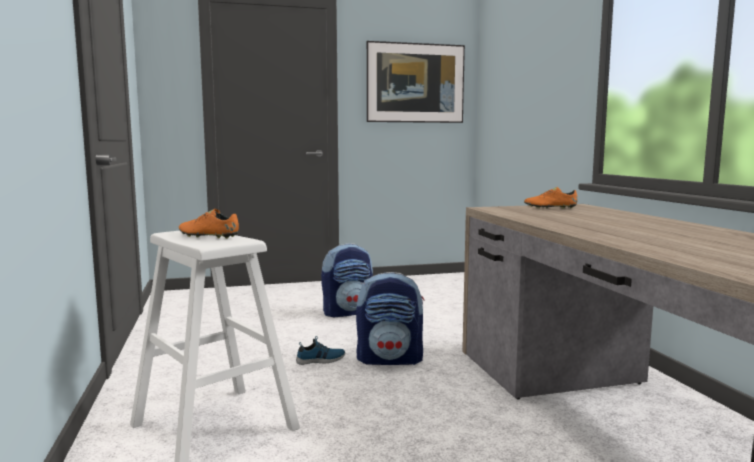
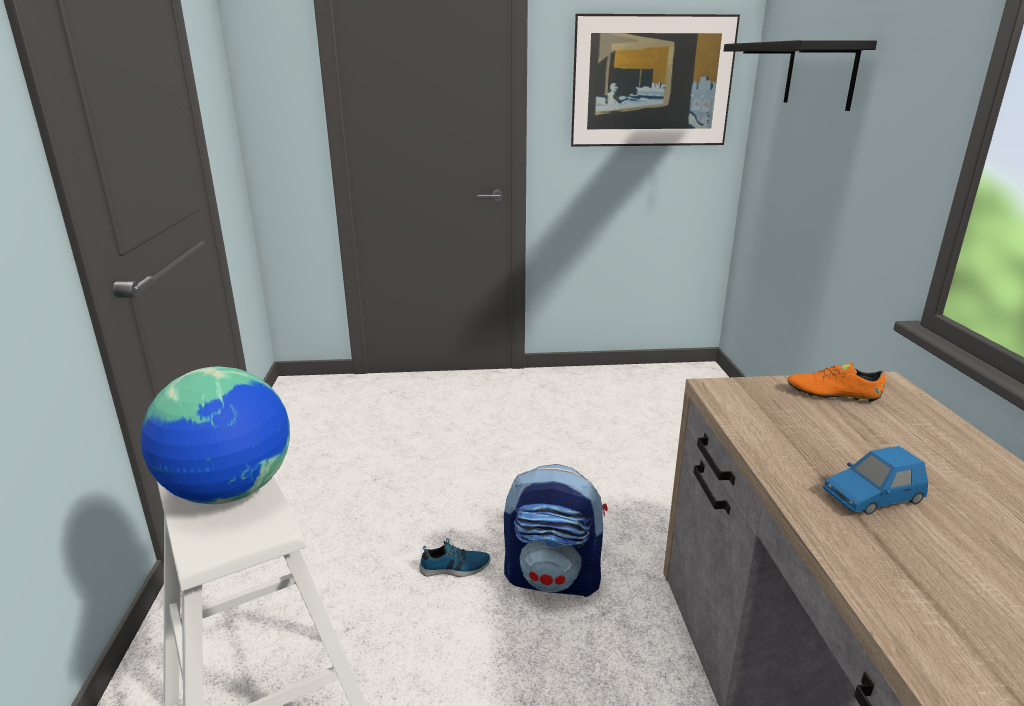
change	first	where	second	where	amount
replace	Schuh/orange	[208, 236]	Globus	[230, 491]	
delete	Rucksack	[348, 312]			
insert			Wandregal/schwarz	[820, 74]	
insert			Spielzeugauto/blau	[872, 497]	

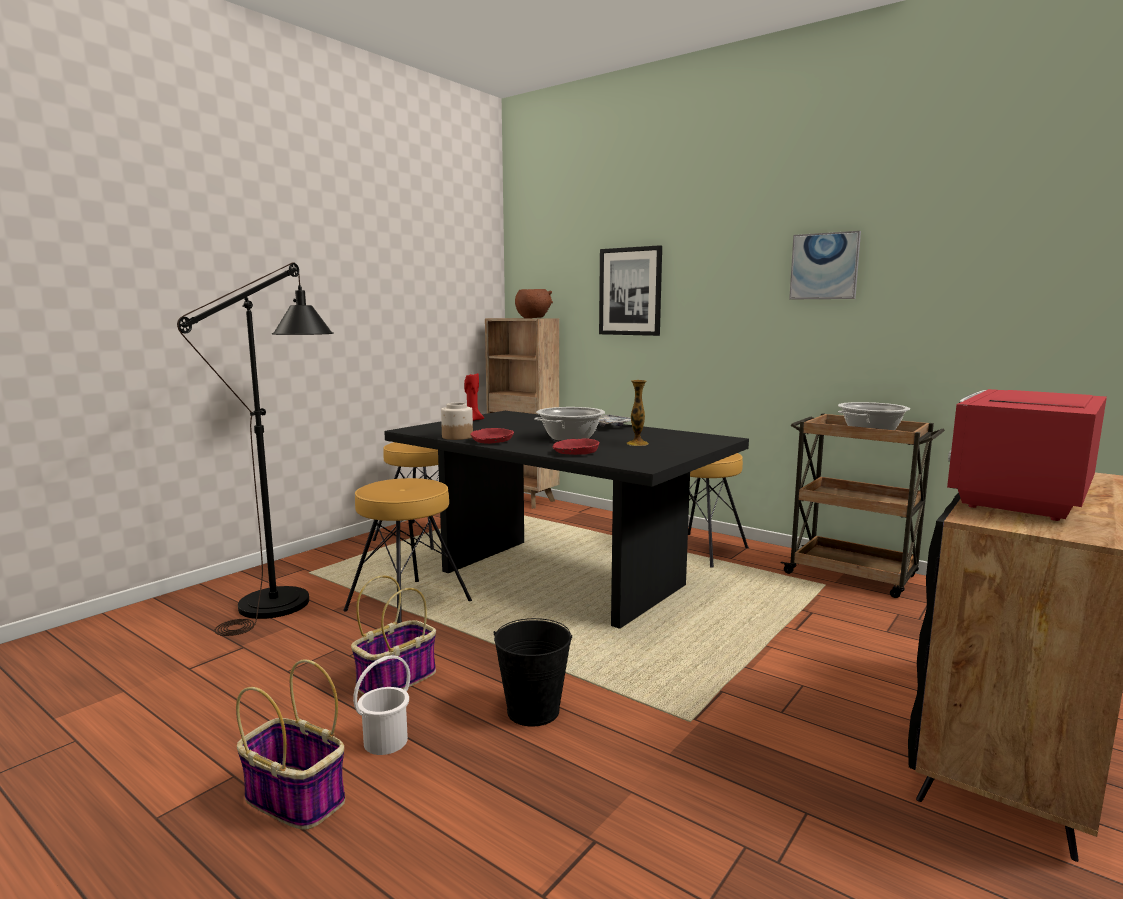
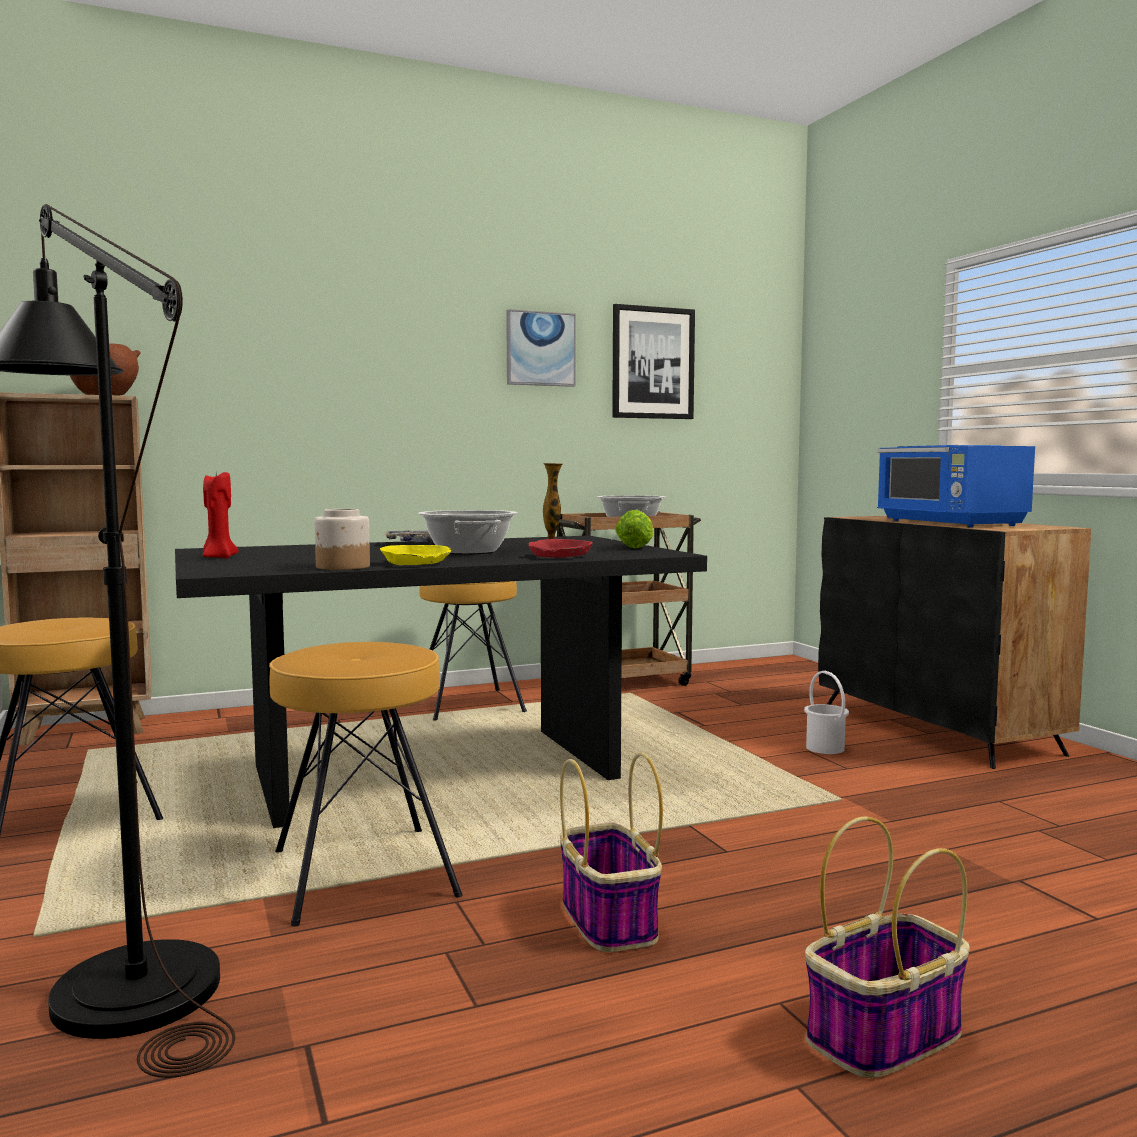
change	first	where	second	where	amount
move	Bild	[630, 291]		[652, 363]	
recolor	Mikrowelle/rot	[1018, 497]	Mikrowelle/blau	[950, 523]	
recolor	Schüssel/rot	[492, 441]	Schüssel/gelb	[416, 563]	
delete	Eimer/schwarz	[533, 711]			
move	Eimer/weiß	[385, 741]		[824, 748]	
insert			Salatkopf	[636, 547]	

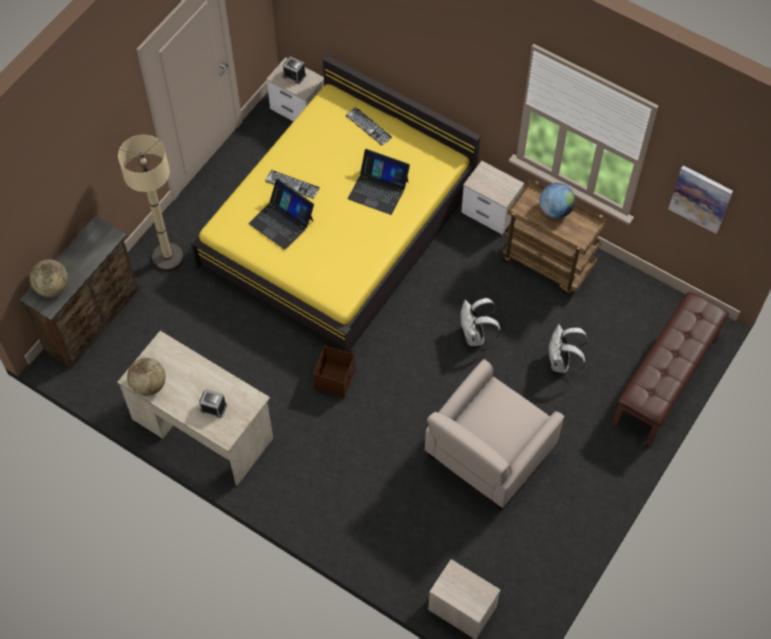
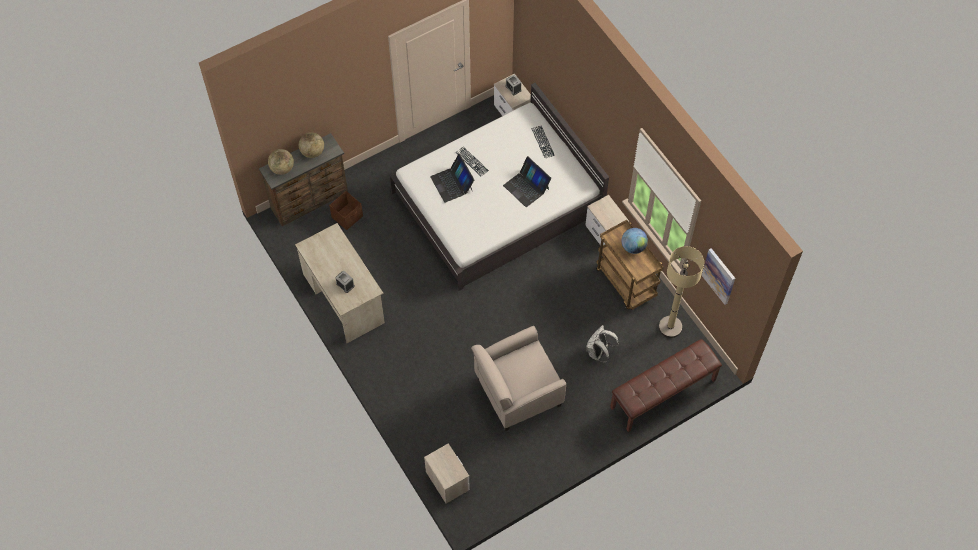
change	first	where	second	where	amount
recolor	Bett/gelb	[338, 227]	Bett/weiß	[498, 202]	
move	Stehlampe/beige	[168, 257]		[670, 327]	
delete	Rucksack/weiß	[475, 336]			
move	Aufbewahrungsbox/braun	[335, 379]		[347, 217]	
move	Globus	[149, 385]		[312, 152]	

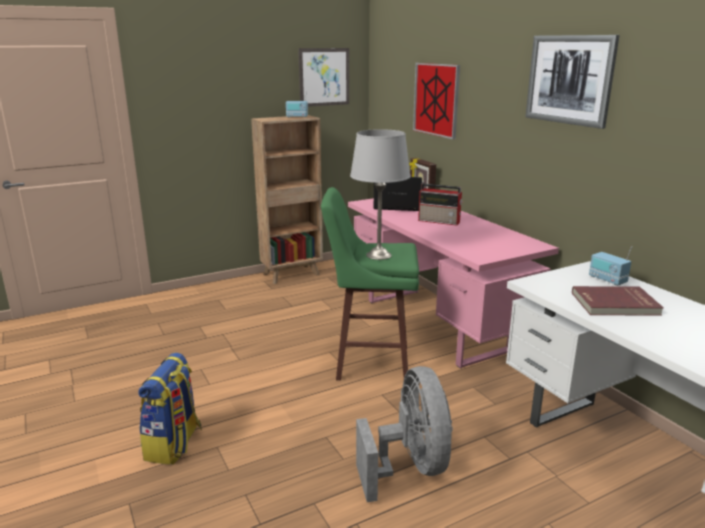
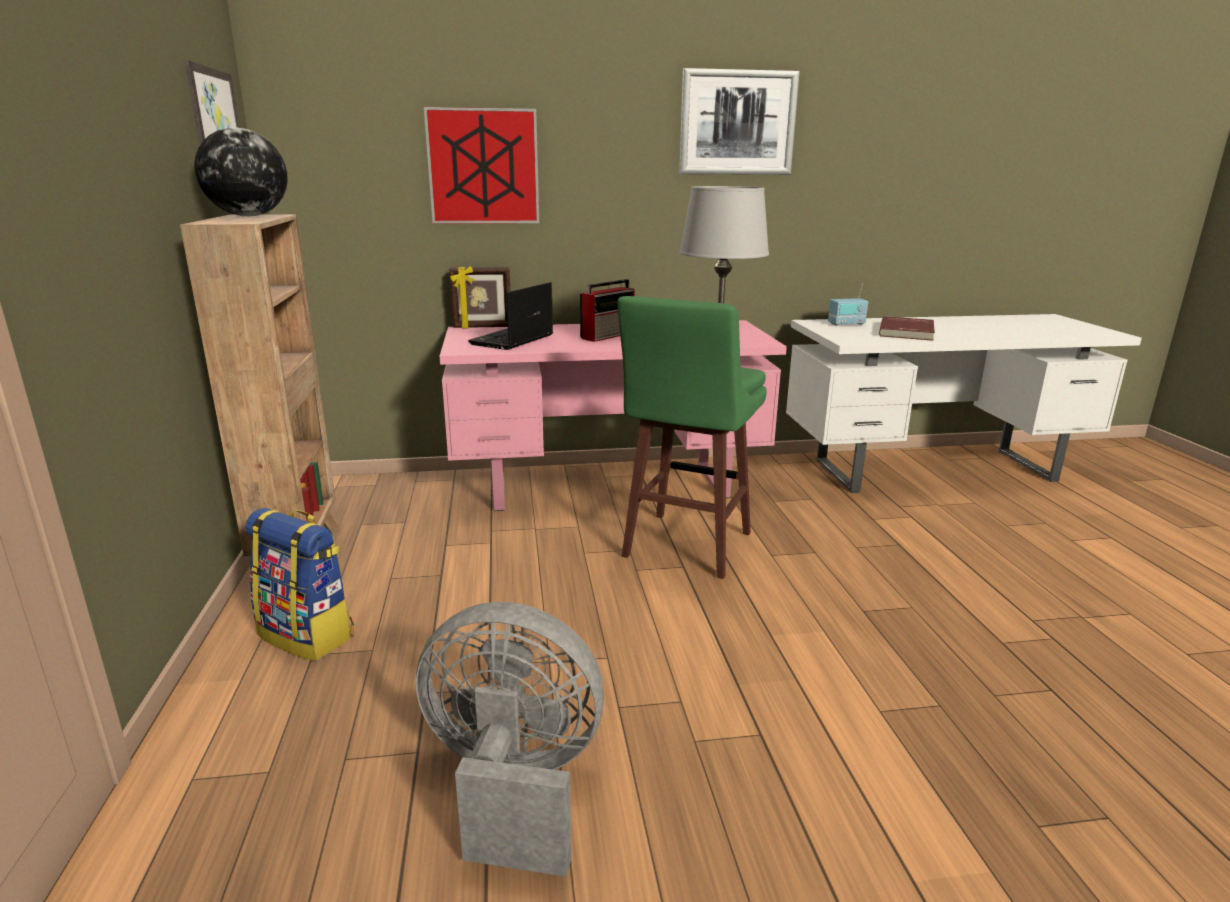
change	first	where	second	where	amount
replace	Radio	[297, 117]	Globus	[249, 216]	
move	Rucksack	[174, 444]		[308, 635]	
move	Ventilator/grau	[410, 467]		[513, 785]	

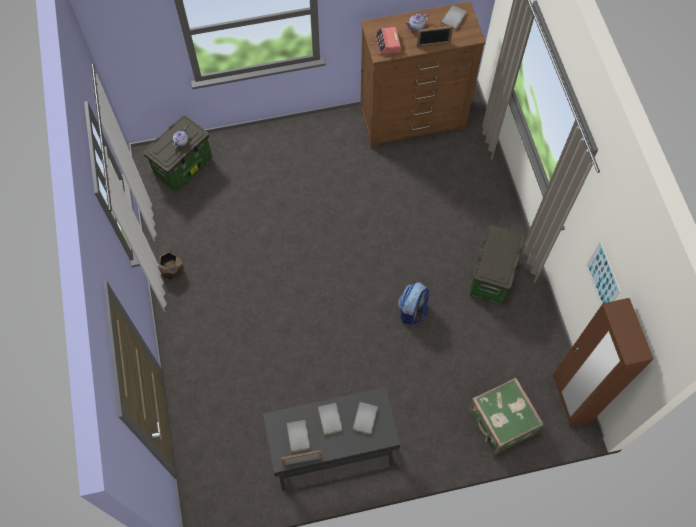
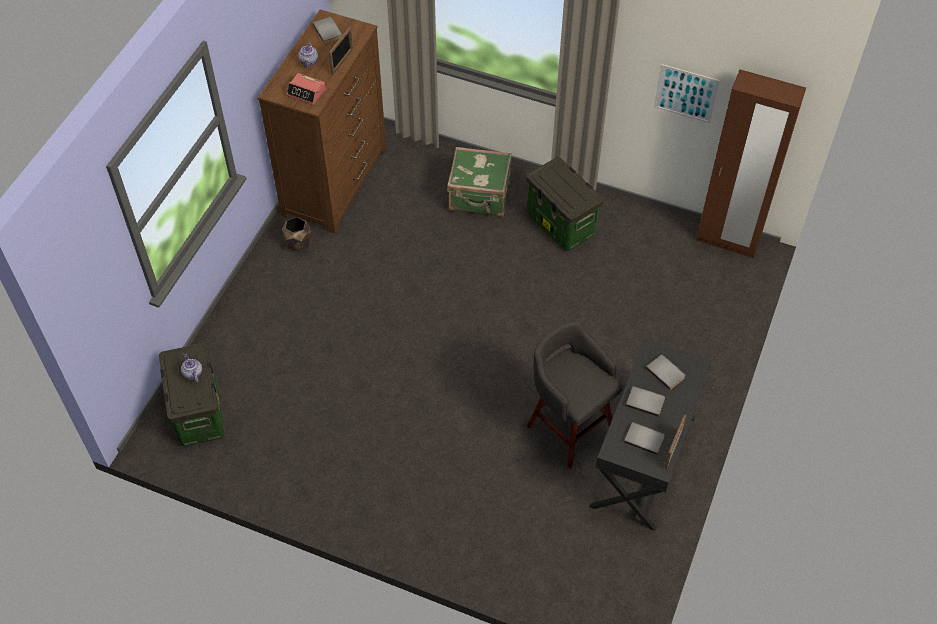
change	first	where	second	where	amount
move	Pflanzkübel/braun	[172, 270]		[298, 243]	
delete	Rucksack	[412, 311]			
move	Koffer/grün	[500, 422]		[479, 197]	
insert			Hocker/grau	[568, 427]	

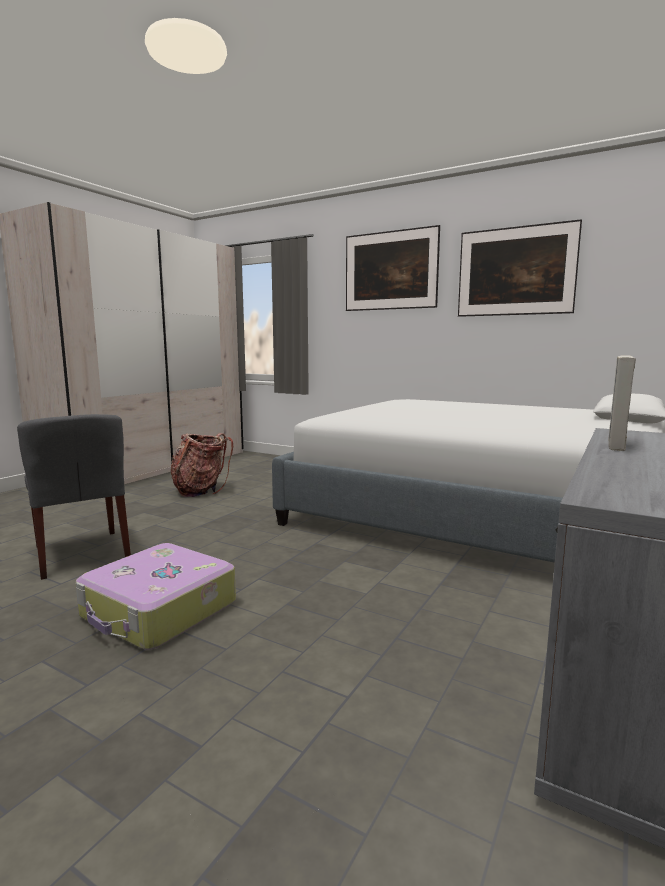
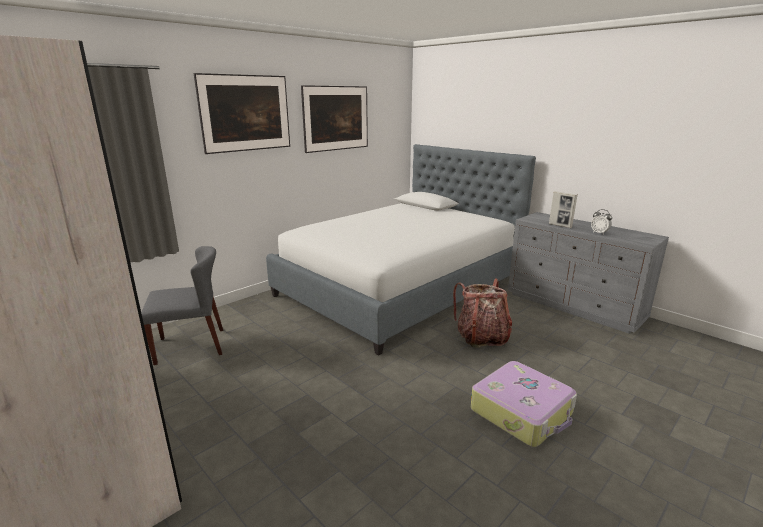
change	first	where	second	where	amount
move	Stuhl/grau	[82, 553]		[191, 346]	
move	Rucksack	[200, 490]		[481, 337]	
insert			Wecker	[599, 233]	

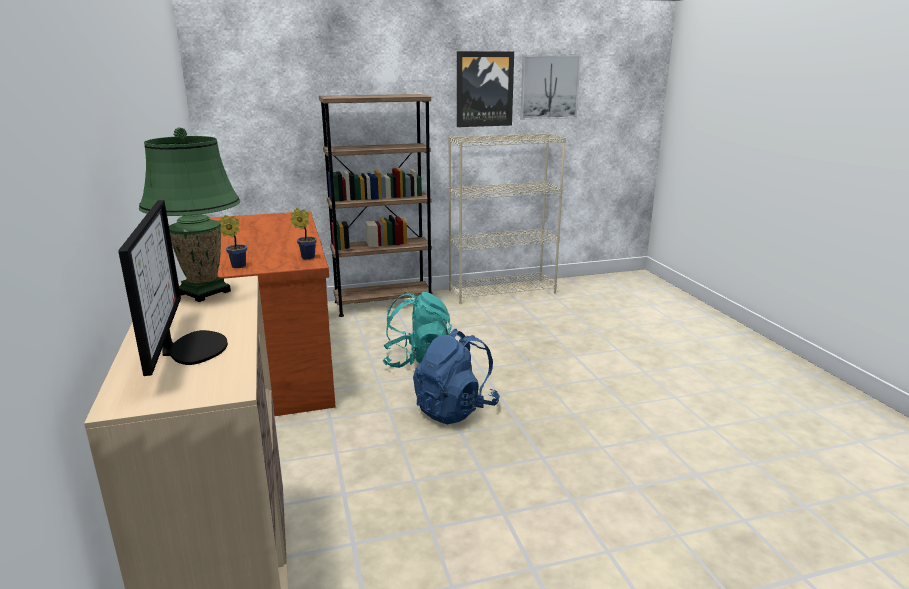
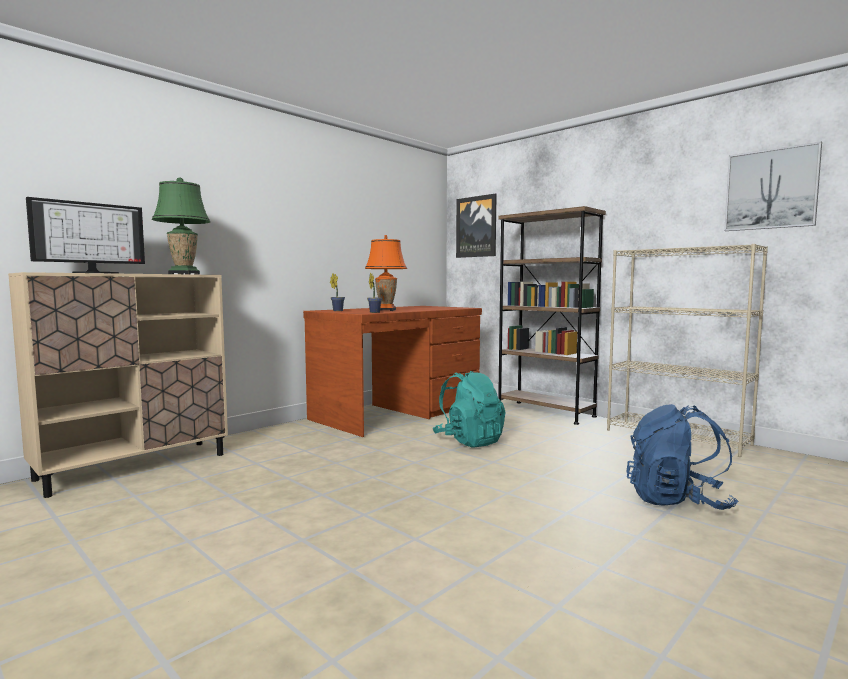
change	first	where	second	where	amount
move	Bild	[484, 89]		[476, 227]	
move	Rucksack/blau	[455, 409]		[677, 501]	
insert			Tischlampe/orange	[386, 310]	

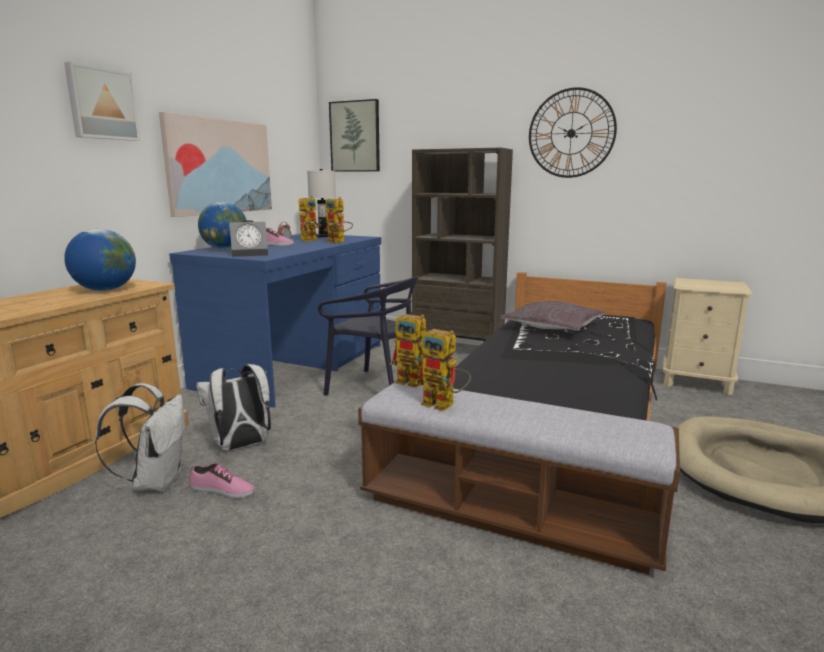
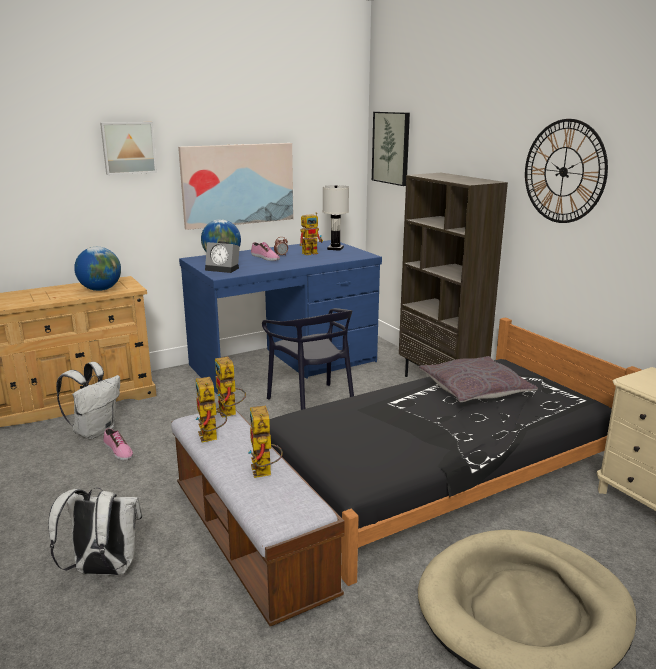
change	first	where	second	where	amount
move	Spielzeugroboter	[339, 242]		[264, 473]	
move	Rucksack/weiß	[241, 446]		[103, 570]	

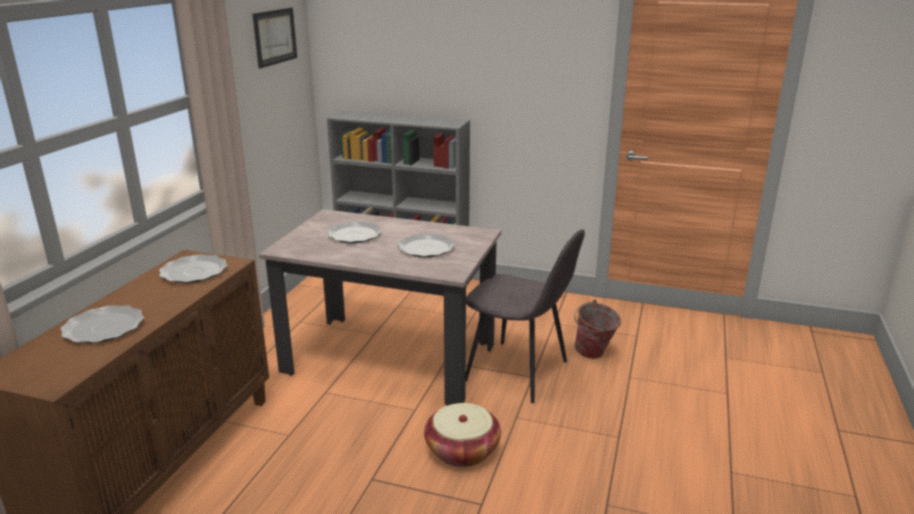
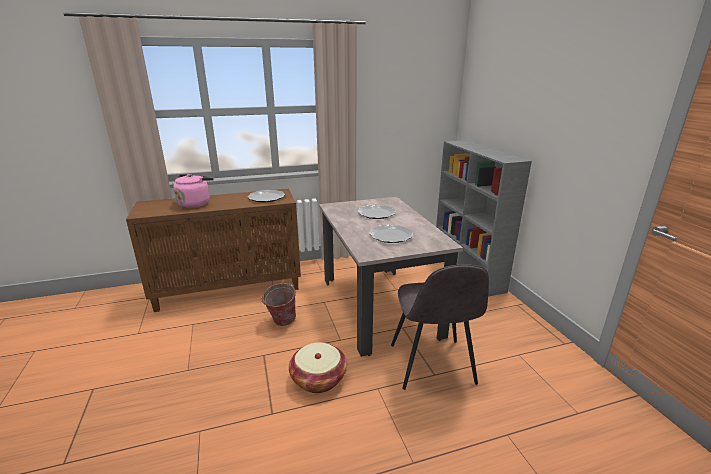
change	first	where	second	where	amount
delete	Bild	[275, 37]			
move	Eimer	[593, 355]		[281, 322]	
replace	Teller	[104, 327]	Wasserkessel/rosa	[195, 203]	

